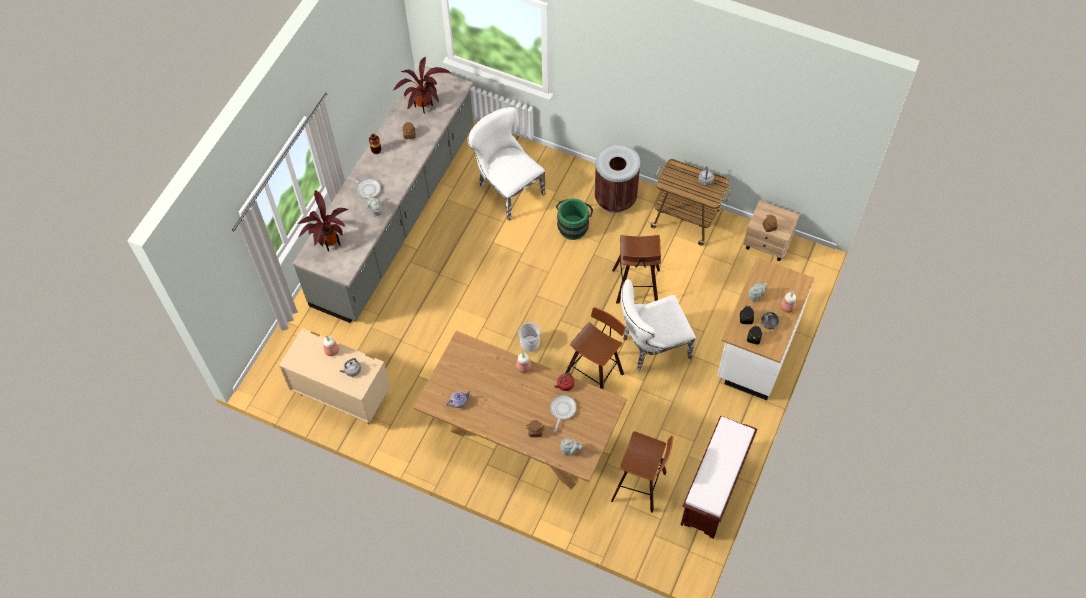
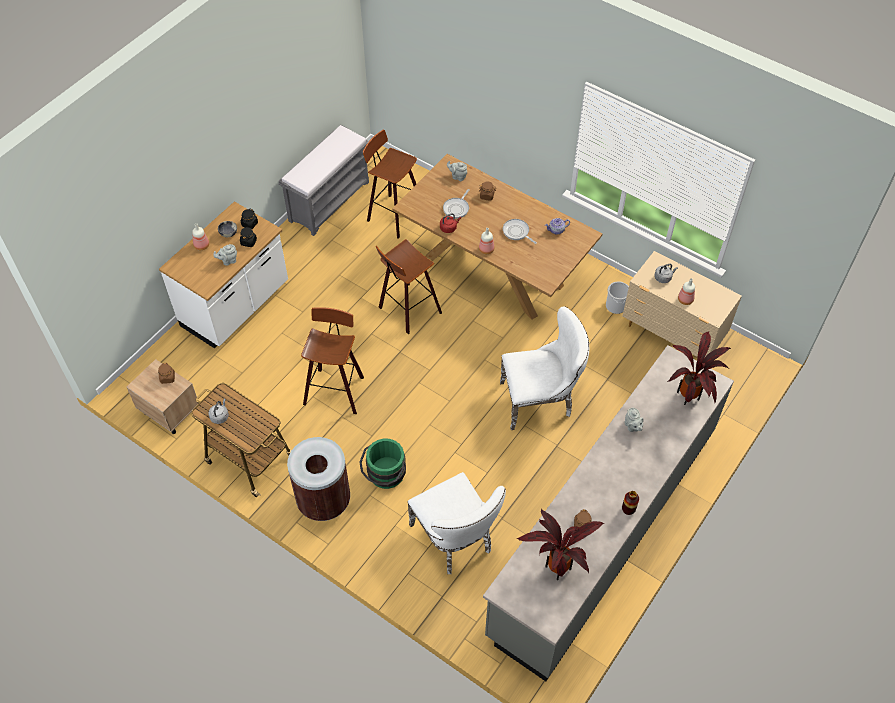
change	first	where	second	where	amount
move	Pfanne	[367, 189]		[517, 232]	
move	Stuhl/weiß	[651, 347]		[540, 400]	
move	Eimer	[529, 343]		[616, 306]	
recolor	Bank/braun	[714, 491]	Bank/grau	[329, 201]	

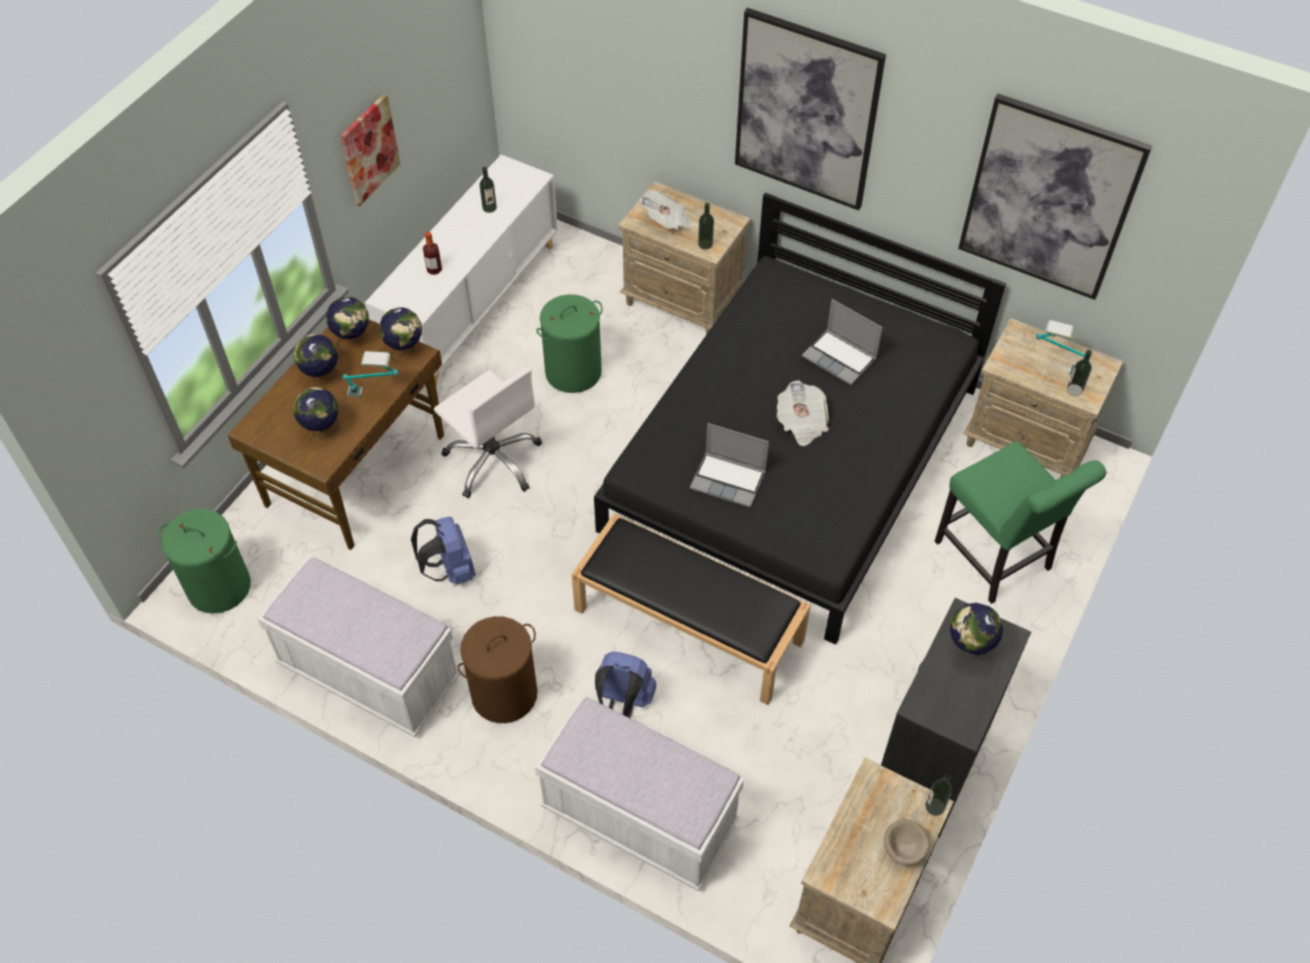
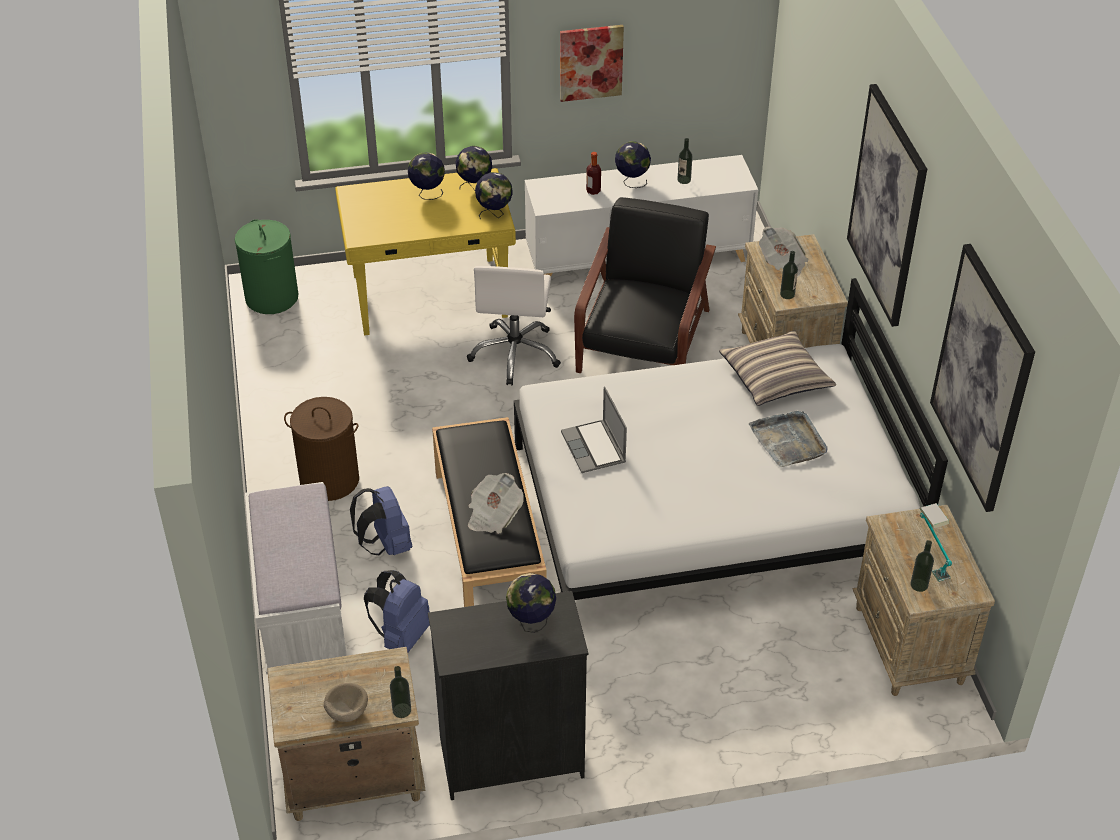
change	first	where	second	where	amount
recolor	Bett/schwarz	[793, 459]	Bett/weiß	[711, 509]	
replace	Wäschekorb/grün	[573, 371]	Sessel/schwarz	[643, 343]	
replace	Laptop	[840, 358]	Tablett/grau	[789, 441]	
recolor	Schreibtisch/braun	[358, 470]	Schreibtisch/gelb	[431, 297]	
delete	Tischlampe	[375, 393]			
move	Zeitung	[801, 423]		[493, 515]	
move	Globus	[322, 430]		[631, 182]	
delete	Stuhl/grün	[996, 559]			
move	Rucksack/blau	[450, 569]		[401, 636]	
delete	Bank/weiß	[370, 673]			
insert			Kissen	[775, 378]	

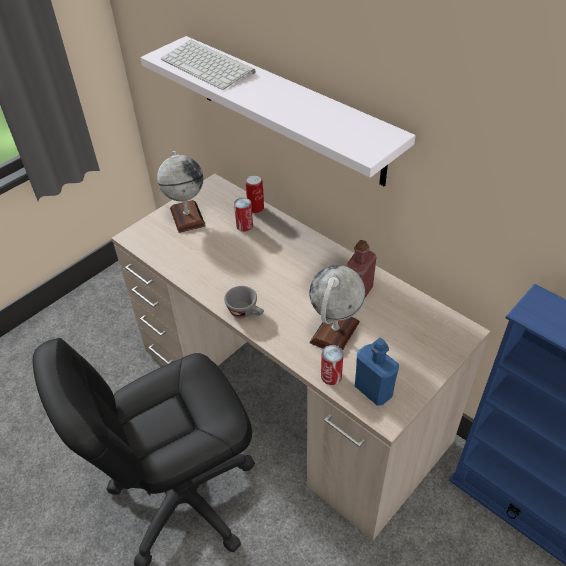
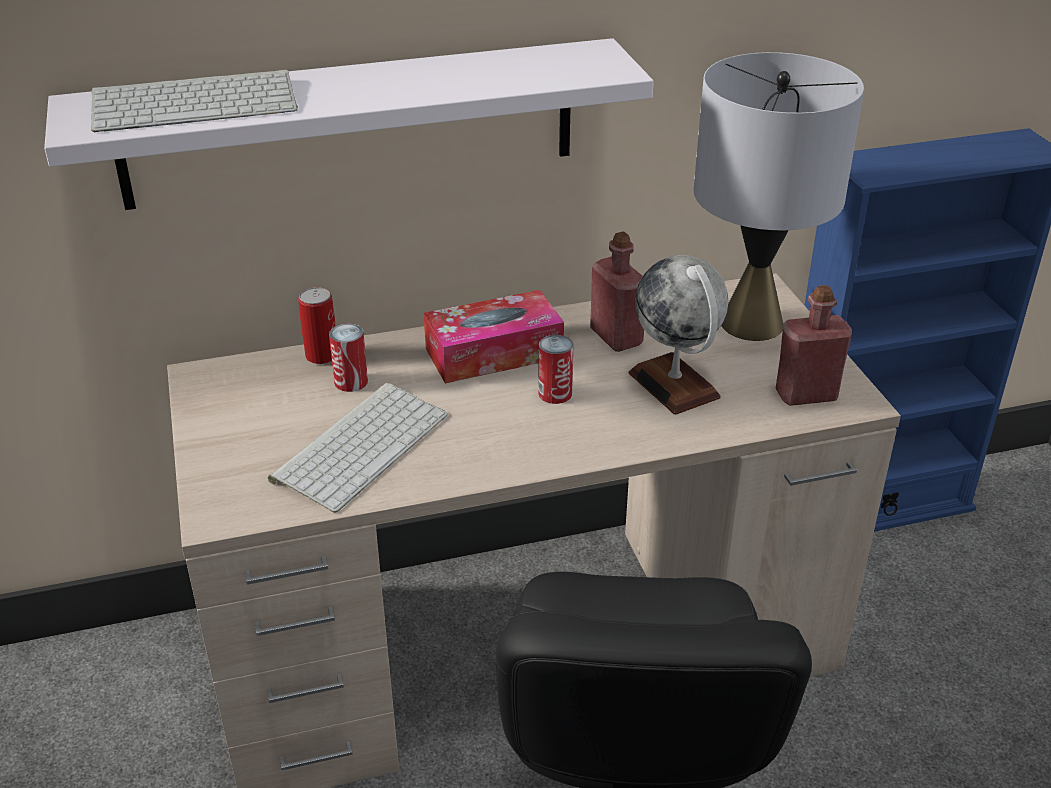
change	first	where	second	where	amount
delete	Globus	[187, 217]			
delete	Tasse/grau	[246, 312]			
recolor	Flasche/blau	[373, 390]	Flasche/rot	[806, 395]	
move	Dose	[331, 376]		[555, 393]	
insert			Tischlampe/grau	[752, 324]	
insert			Taschentuchbox	[494, 353]	
insert			Tastatur	[360, 444]	

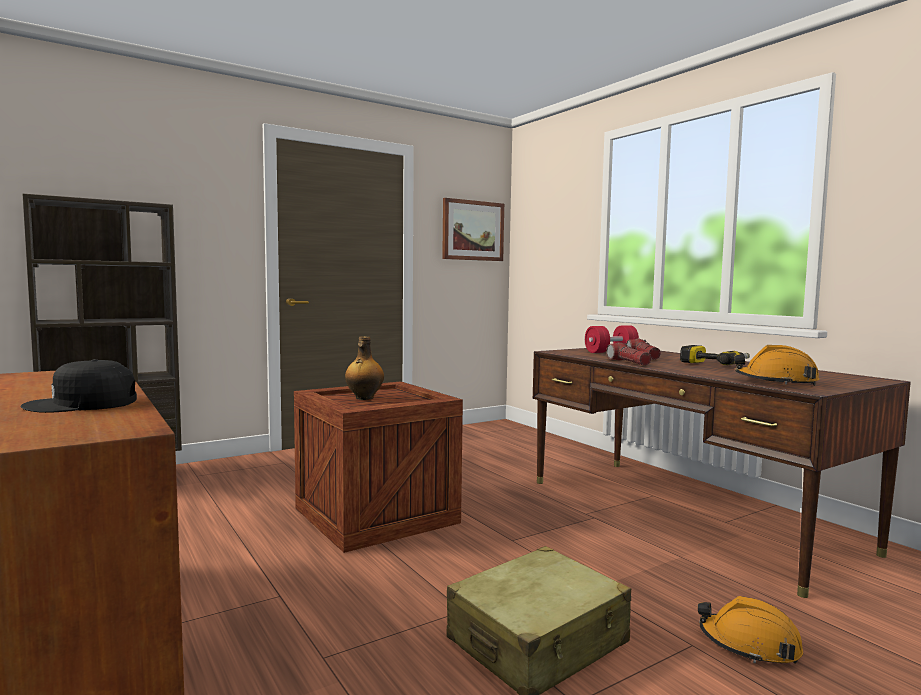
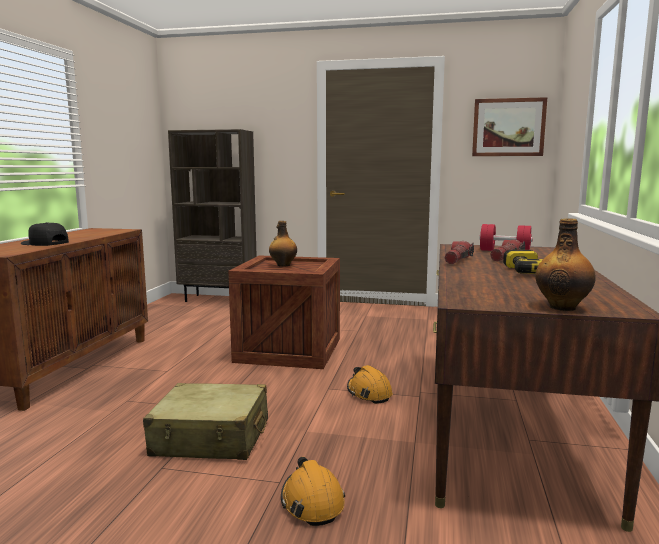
change	first	where	second	where	amount
move	Schutzhelm/orange	[776, 382]		[369, 393]	
insert			Flasche	[562, 307]	

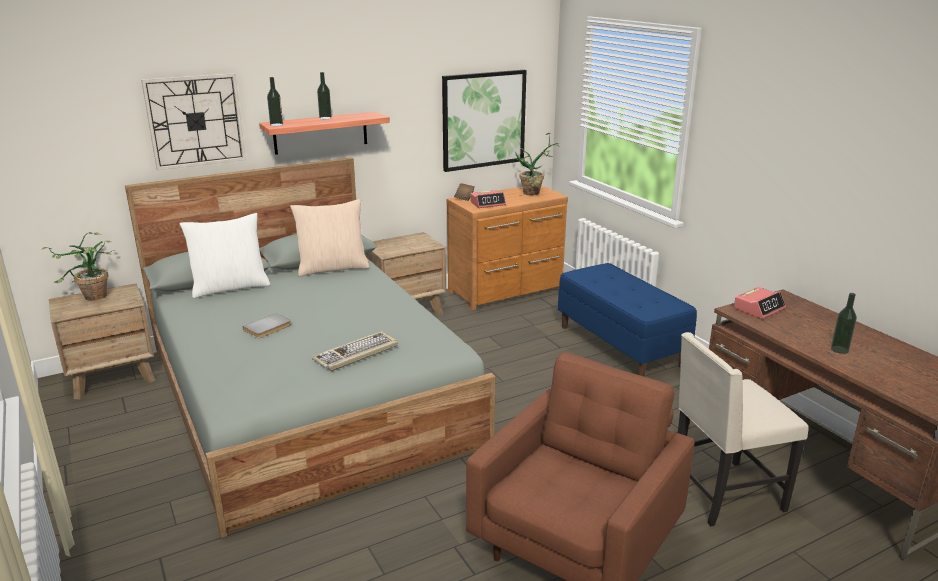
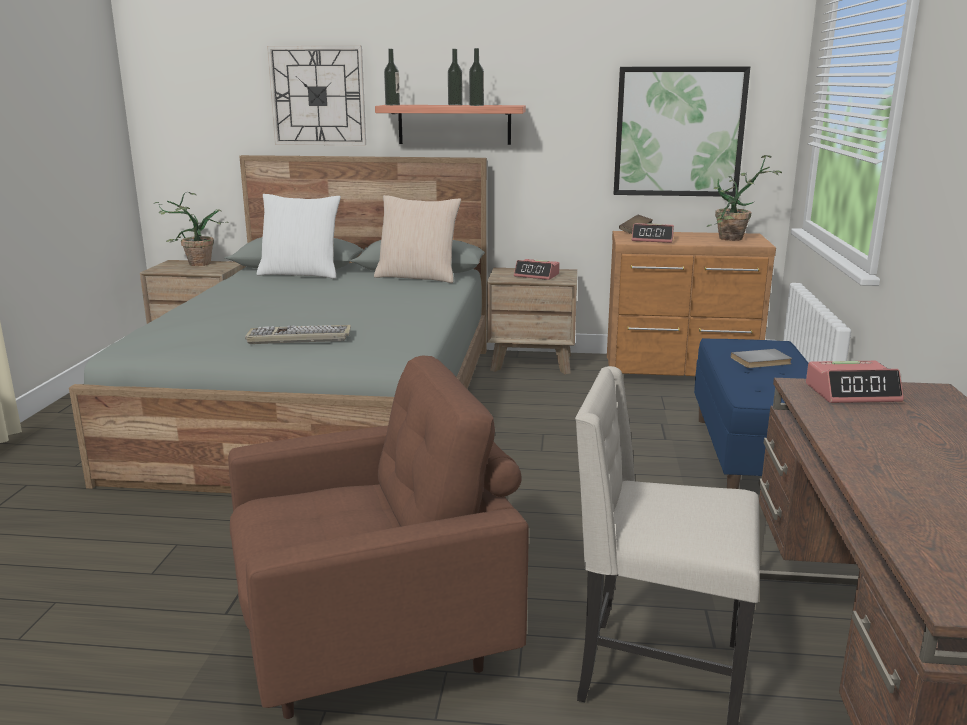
change	first	where	second	where	amount
move	Flasche	[839, 349]		[476, 105]	
move	Buch/grau	[268, 328]		[762, 361]	
insert			Wecker	[537, 275]	

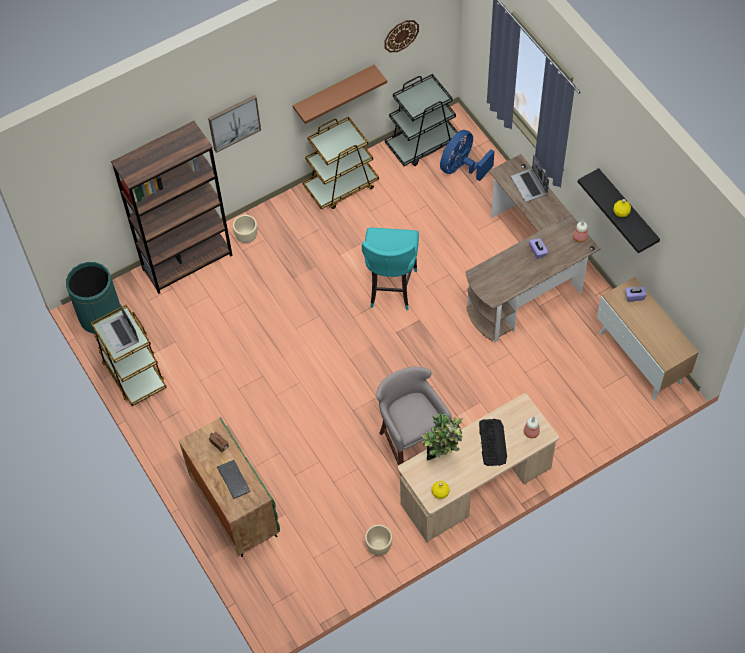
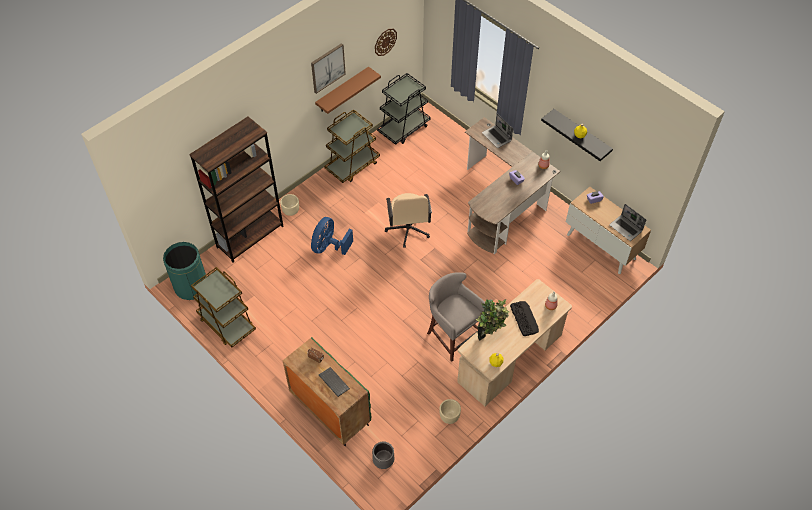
change	first	where	second	where	amount
move	Bild	[234, 122]		[327, 67]	
move	Ventilator/blau	[462, 167]		[329, 247]	
replace	Hocker/türkis	[391, 288]	Bürostuhl/beige	[408, 230]	
move	Laptop	[121, 334]		[626, 228]	
insert			Pflanzkübel/grau	[383, 459]	

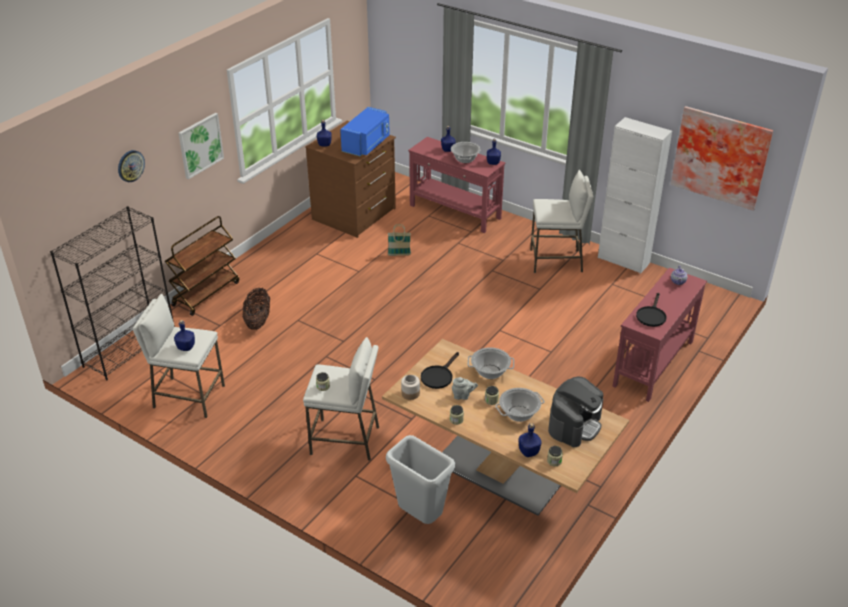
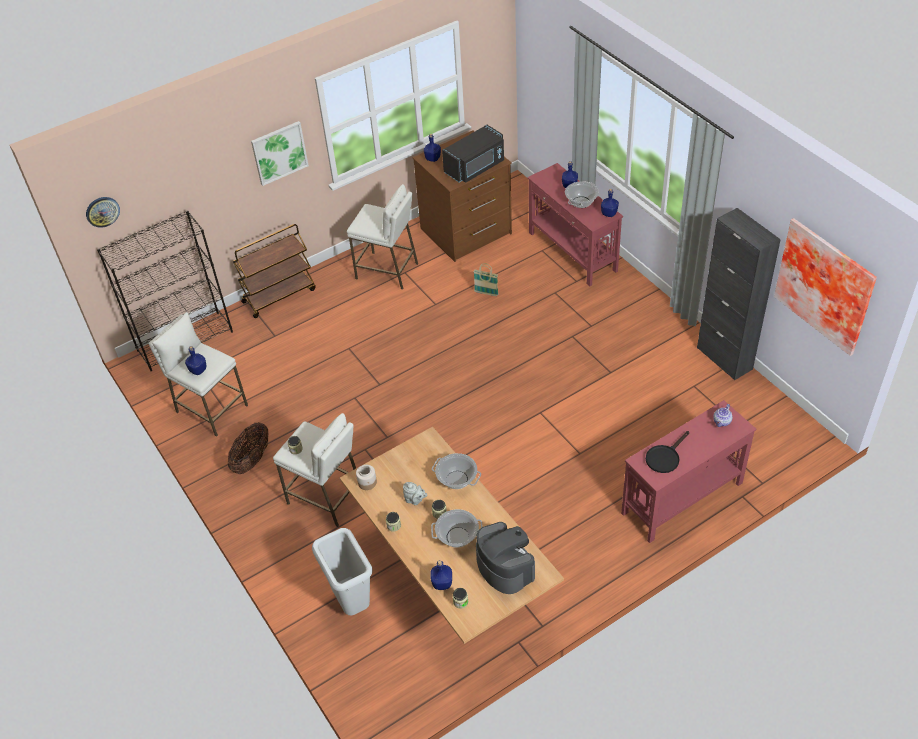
change	first	where	second	where	amount
recolor	Mikrowelle/blau	[367, 144]	Mikrowelle/schwarz	[475, 167]	
recolor	Schrank/weiß	[623, 260]	Schrank/schwarz	[724, 358]	
move	Wanduhr	[130, 166]		[102, 211]	
move	Hocker/weiß	[556, 261]		[387, 271]	
move	Korb	[258, 321]		[252, 459]	
delete	Pfanne/schwarz	[439, 376]			
rotate	Kaffeemaschine	[574, 425]		[505, 566]	90 degrees counterclockwise

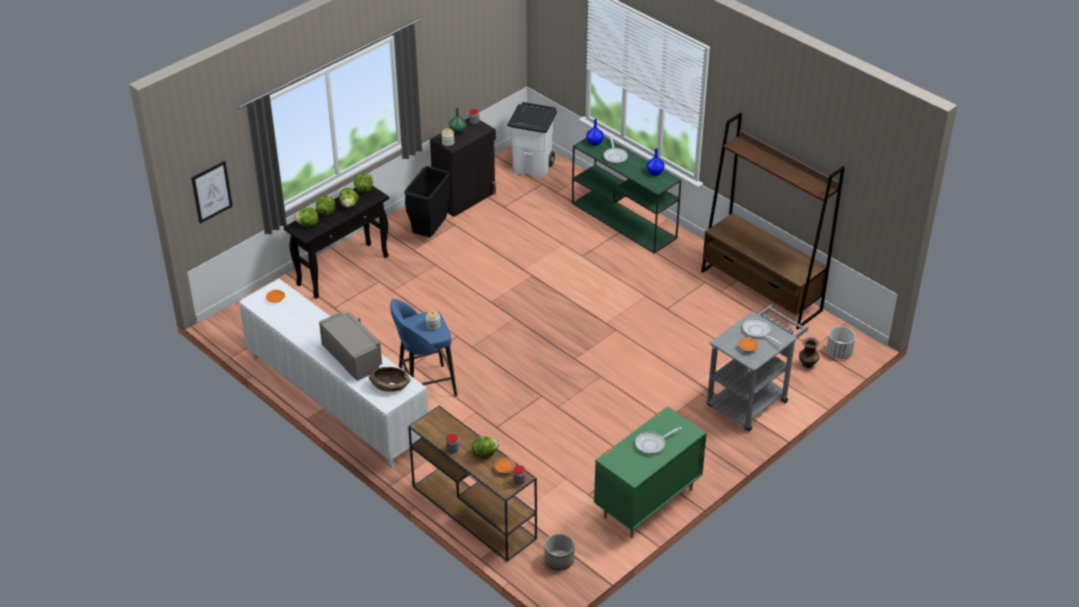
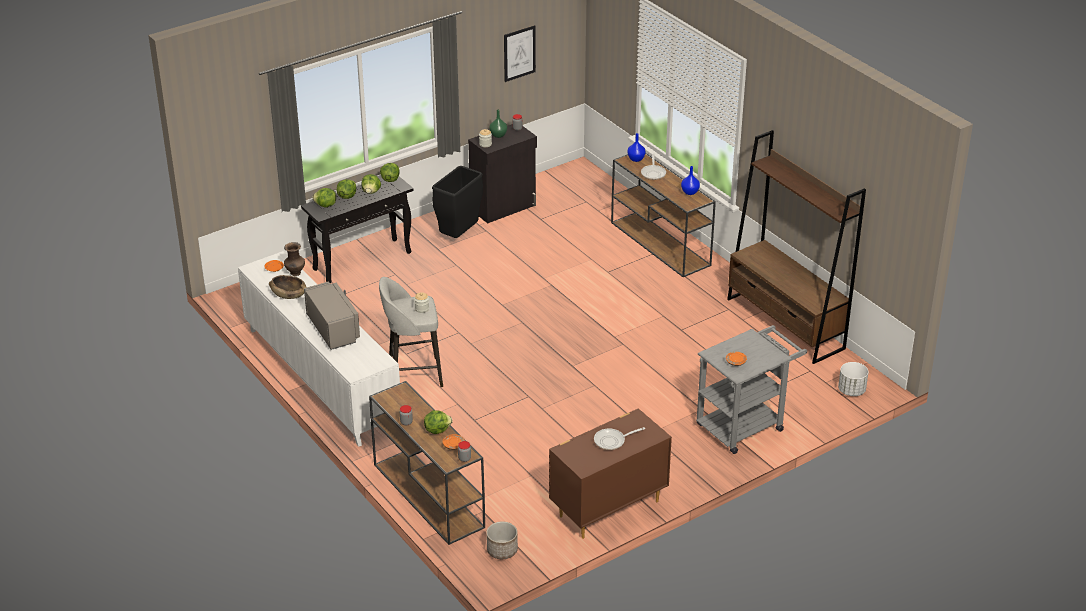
change	first	where	second	where	amount
delete	Mülleimer/weiß	[533, 167]			
recolor	Konsolentisch/grün	[624, 221]	Konsolentisch/braun	[661, 244]	
move	Bild	[211, 191]		[519, 53]	
recolor	Hocker/blau	[425, 386]	Hocker/grau	[413, 374]	
delete	Pfanne	[758, 332]			
move	Vase/braun	[807, 365]		[295, 273]	
move	Schüssel/braun	[390, 385]		[289, 294]	
recolor	Kommode/grün	[646, 503]	Kommode/braun	[607, 508]	

